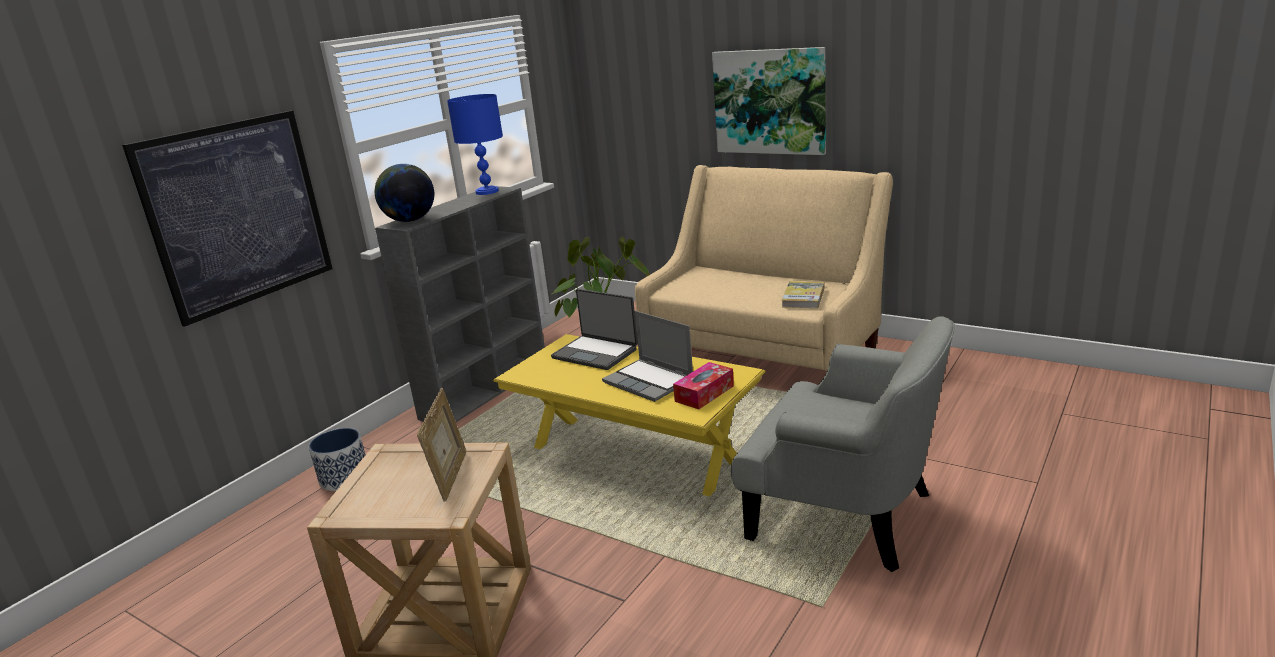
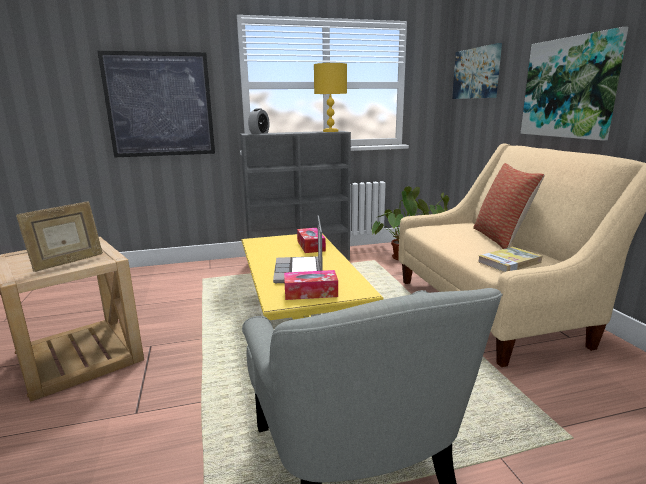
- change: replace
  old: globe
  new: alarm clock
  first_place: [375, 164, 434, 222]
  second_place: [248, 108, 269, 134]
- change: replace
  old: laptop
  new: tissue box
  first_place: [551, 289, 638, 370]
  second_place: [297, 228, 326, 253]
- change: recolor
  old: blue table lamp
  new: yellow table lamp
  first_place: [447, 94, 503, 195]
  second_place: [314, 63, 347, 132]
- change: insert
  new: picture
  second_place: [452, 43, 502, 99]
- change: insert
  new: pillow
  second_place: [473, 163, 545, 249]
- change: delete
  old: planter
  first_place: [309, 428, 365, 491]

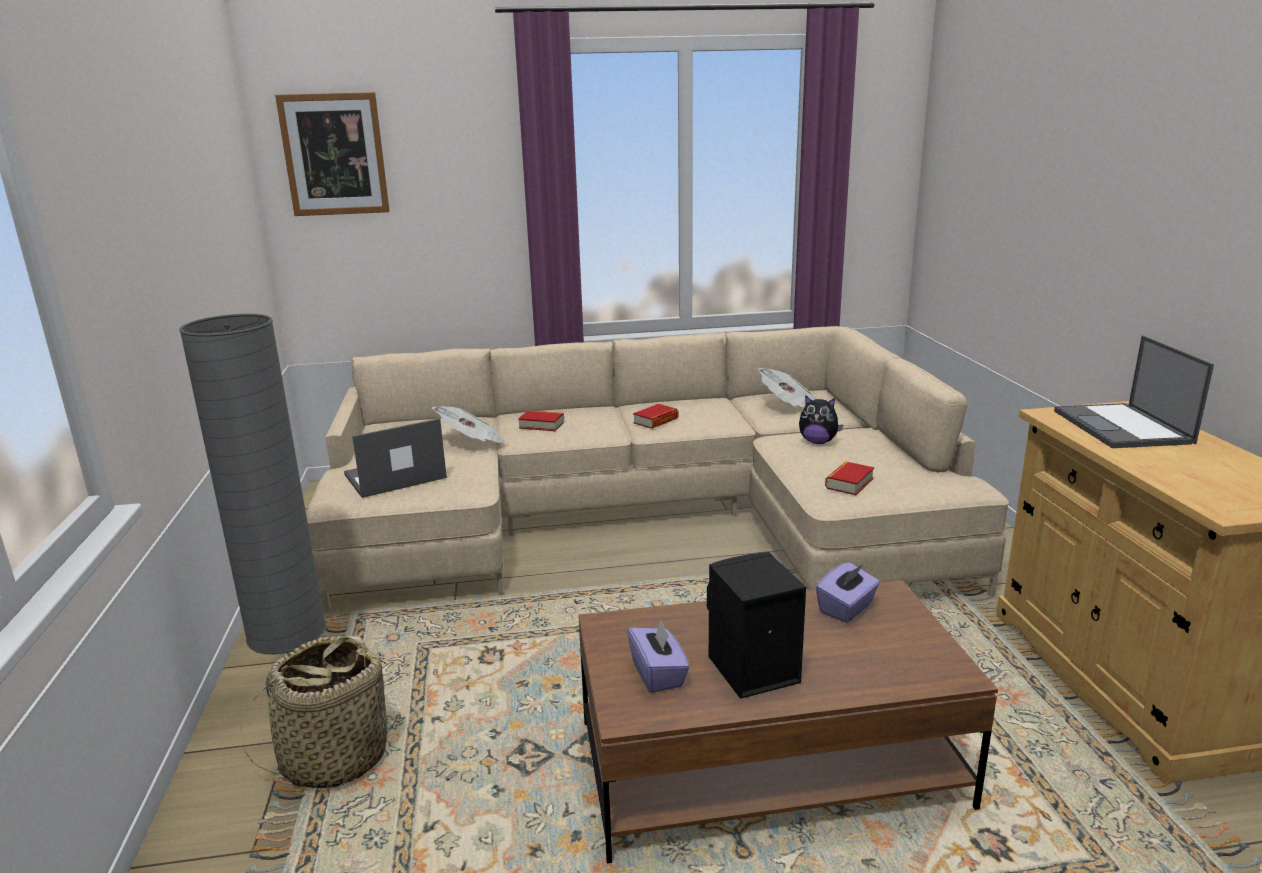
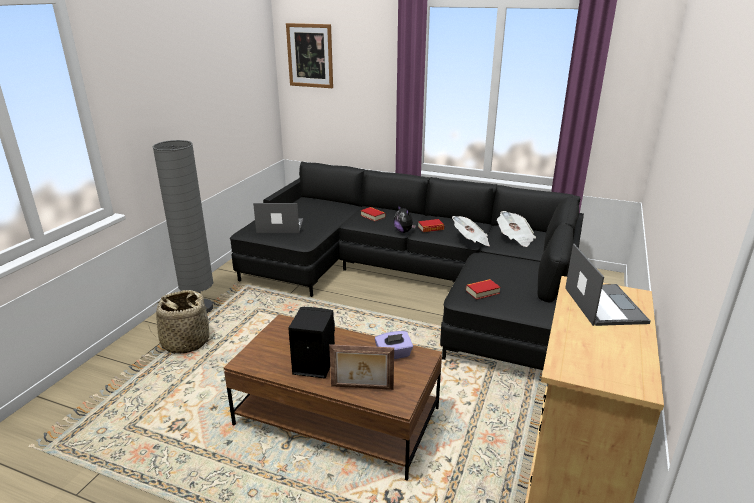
- change: recolor
  old: beige sofa
  new: black sofa
  first_place: [306, 326, 1009, 611]
  second_place: [230, 162, 584, 370]
- change: insert
  new: picture frame
  second_place: [329, 344, 394, 390]
- change: move
  old: plush toy
  first_place: [799, 395, 843, 444]
  second_place: [394, 205, 416, 233]
- change: move
  old: newspaper
  first_place: [432, 406, 507, 444]
  second_place: [452, 216, 489, 246]
- change: rotate
  old: laptop
  first_place: [1054, 335, 1214, 448]
  second_place: [565, 244, 650, 326]
  degrees: 150
- change: delete
  old: purple tissue box
  first_place: [627, 620, 690, 693]

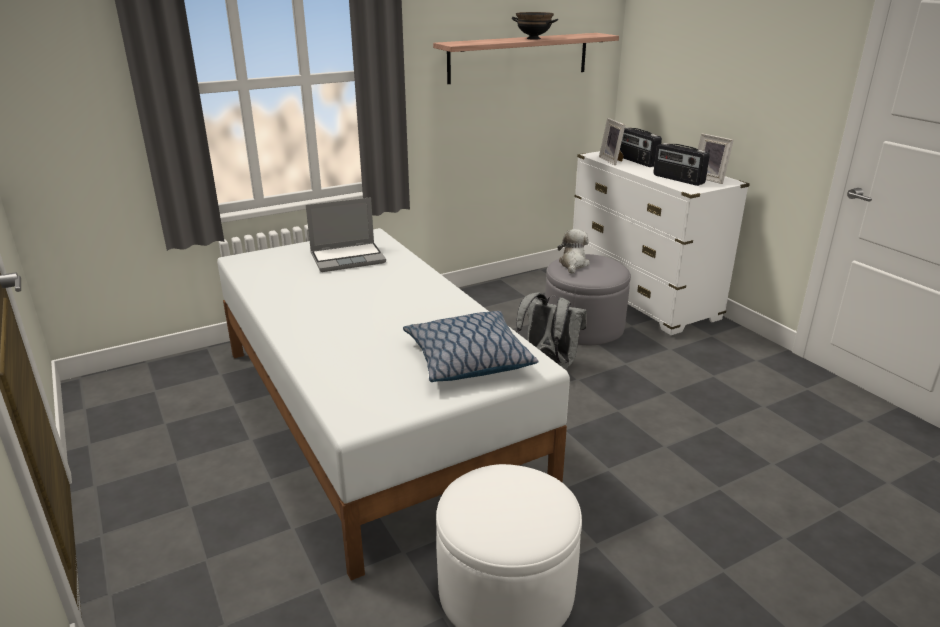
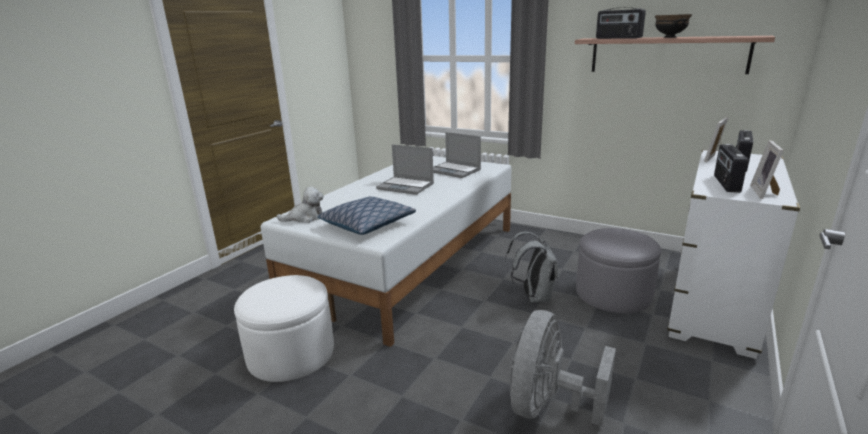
- change: move
  old: plush toy
  first_place: [558, 229, 590, 274]
  second_place: [276, 187, 324, 223]
- change: insert
  new: laptop
  second_place: [376, 144, 434, 195]
- change: insert
  new: grey fan
  second_place: [510, 310, 616, 426]
- change: insert
  new: radio
  second_place: [596, 7, 646, 39]

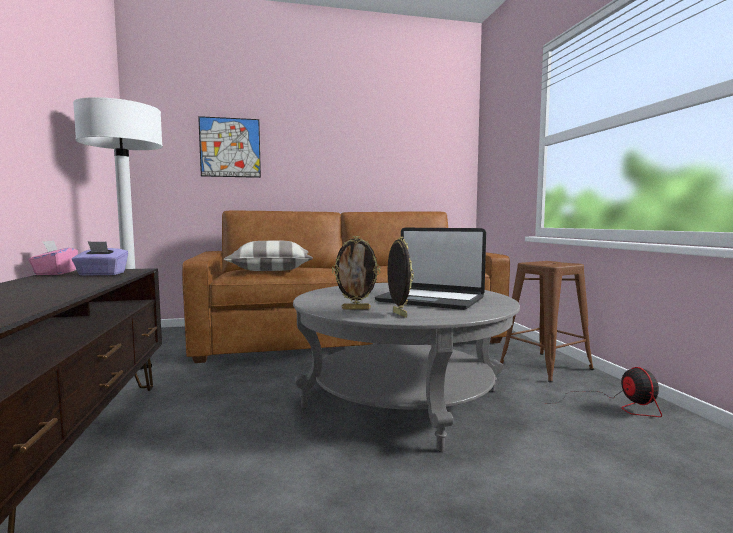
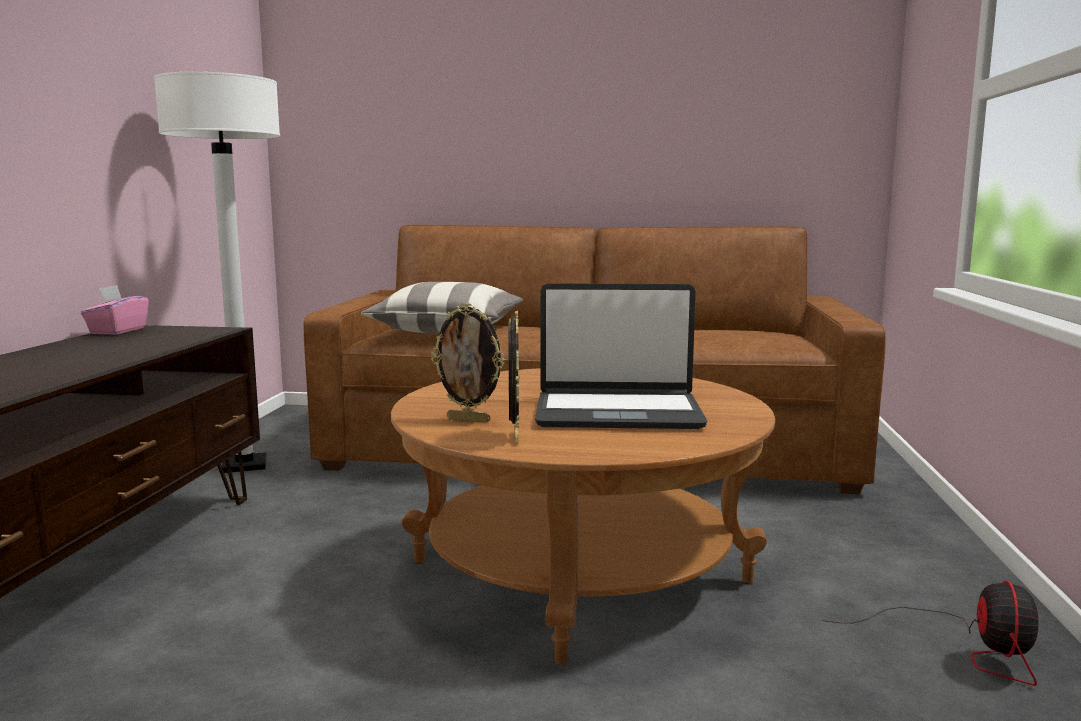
- change: recolor
  old: grey coffee table
  new: brown coffee table
  first_place: [293, 283, 520, 452]
  second_place: [391, 368, 775, 665]
- change: rotate
  old: laptop
  first_place: [375, 228, 486, 310]
  second_place: [535, 283, 708, 429]
  degrees: -45
- change: delete
  old: purple tissue box
  first_place: [72, 241, 128, 276]
- change: delete
  old: picture
  first_place: [198, 116, 261, 178]
- change: delete
  old: brown stool
  first_place: [500, 261, 594, 382]

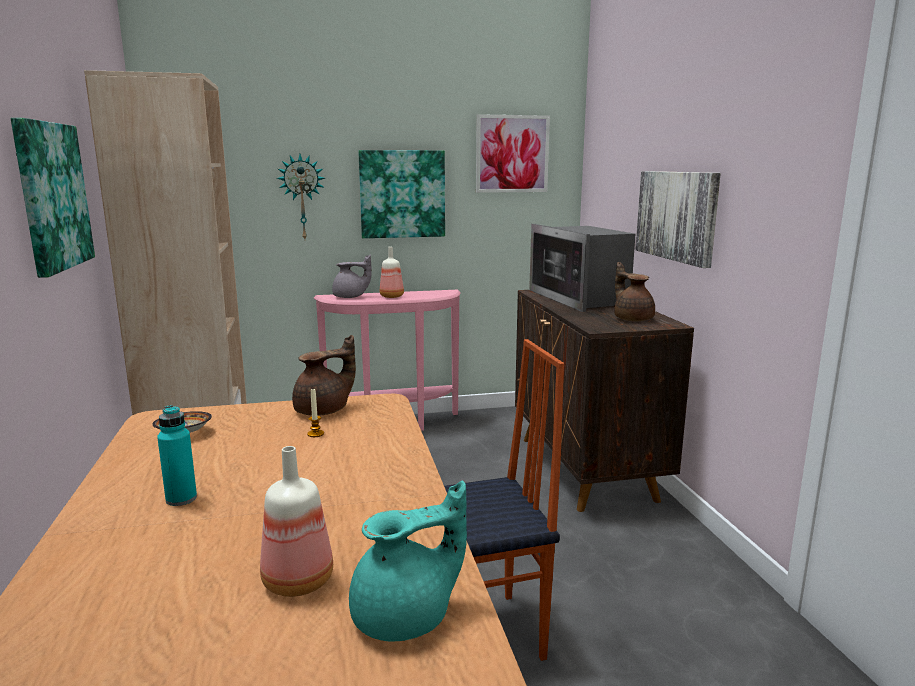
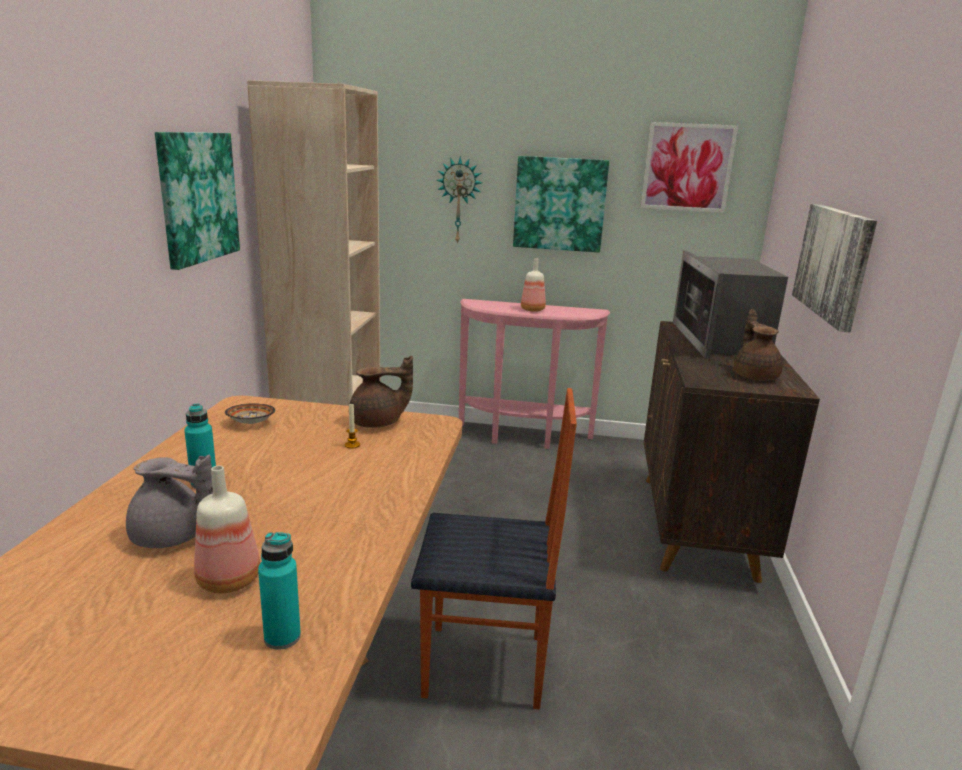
- change: move
  old: grey teapot
  first_place: [332, 255, 371, 298]
  second_place: [126, 455, 213, 548]
- change: replace
  old: turquoise teapot
  new: turquoise bottle
  first_place: [349, 481, 467, 642]
  second_place: [258, 532, 301, 650]

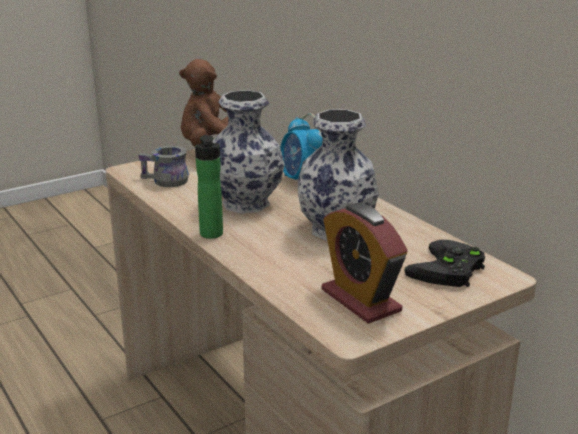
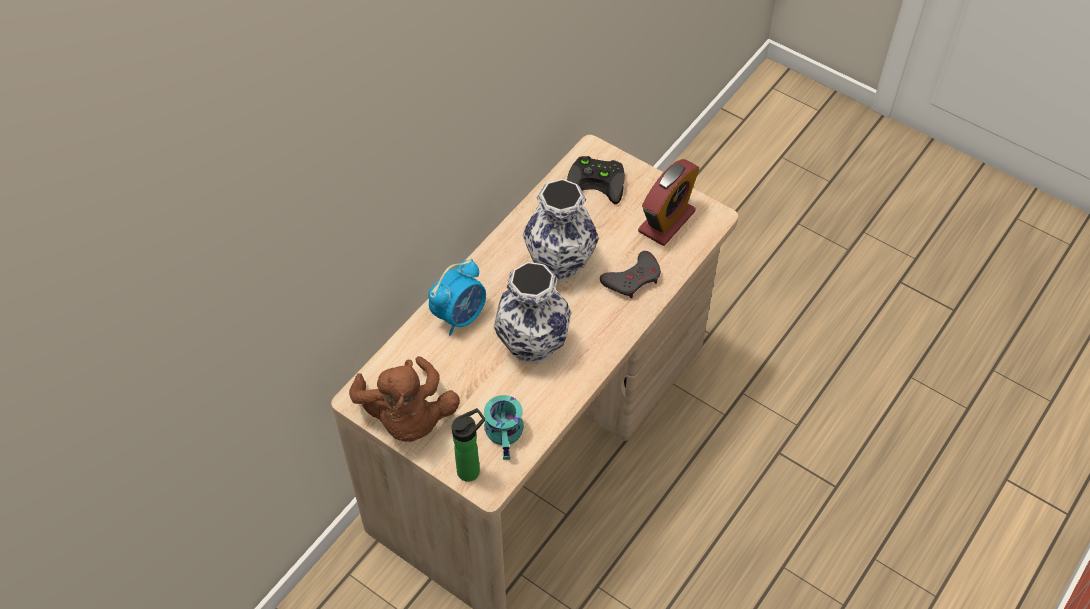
- change: move
  old: bottle
  first_place: [195, 135, 223, 239]
  second_place: [452, 408, 485, 482]
- change: recolor
  old: grey mug
  new: turquoise mug
  first_place: [138, 146, 189, 187]
  second_place: [484, 395, 524, 460]
- change: insert
  new: grey game controller
  second_place: [600, 251, 661, 298]

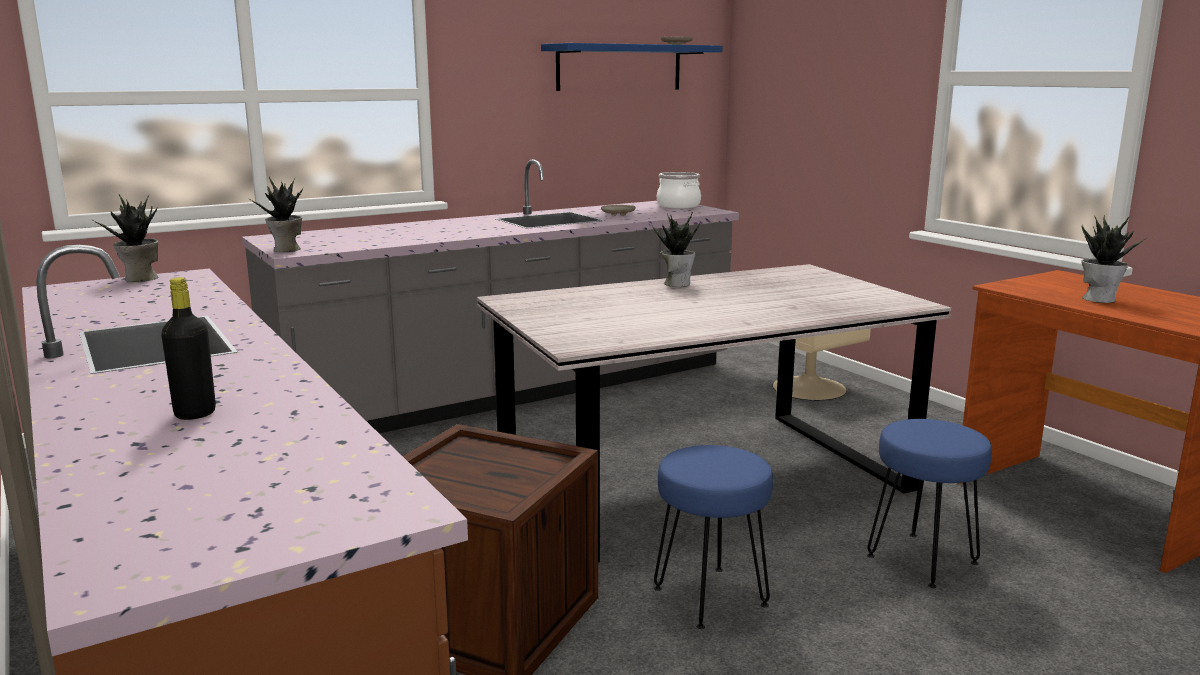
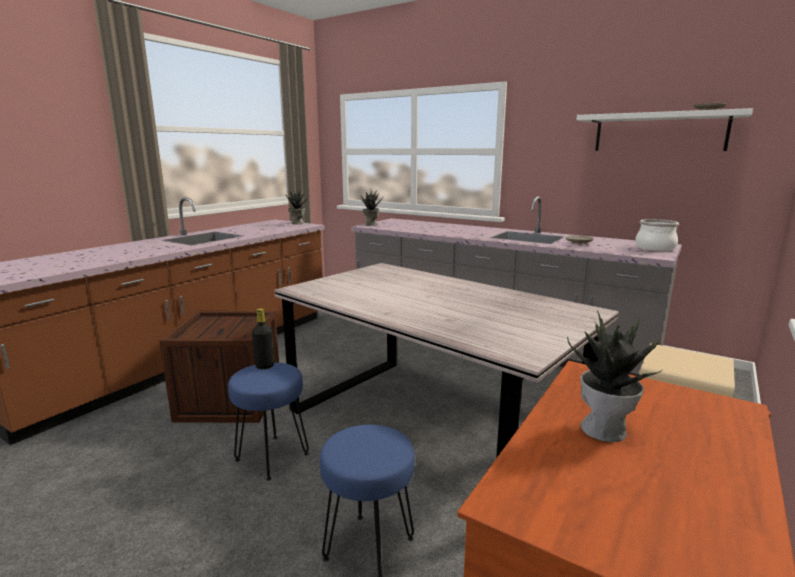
- change: move
  old: black bottle
  first_place: [161, 277, 216, 420]
  second_place: [252, 308, 274, 369]
- change: recolor
  old: blue shelf
  new: white shelf
  first_place: [541, 43, 723, 91]
  second_place: [577, 108, 753, 151]
- change: delete
  old: potted plant
  first_place: [651, 212, 700, 287]

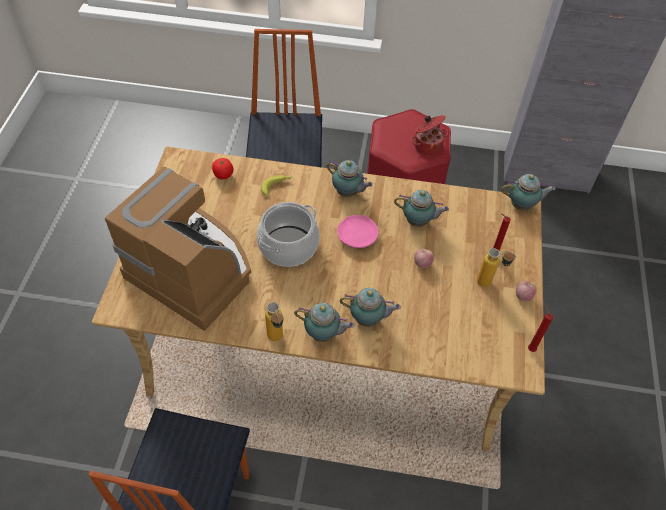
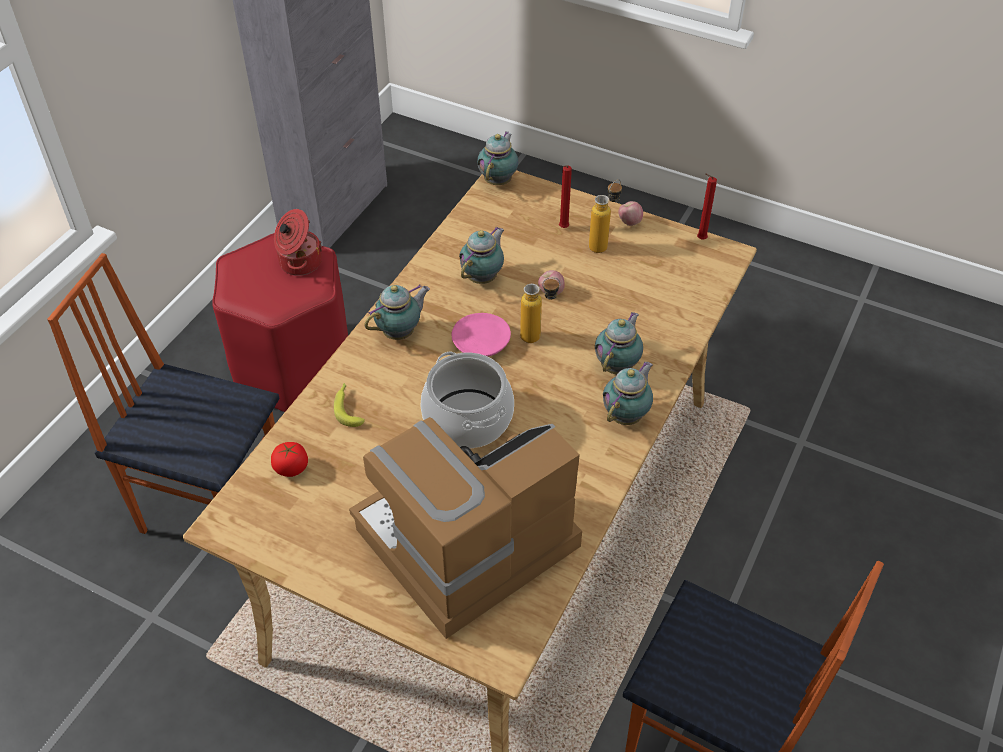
- change: move
  old: bottle
  first_place: [265, 302, 284, 341]
  second_place: [520, 277, 560, 343]

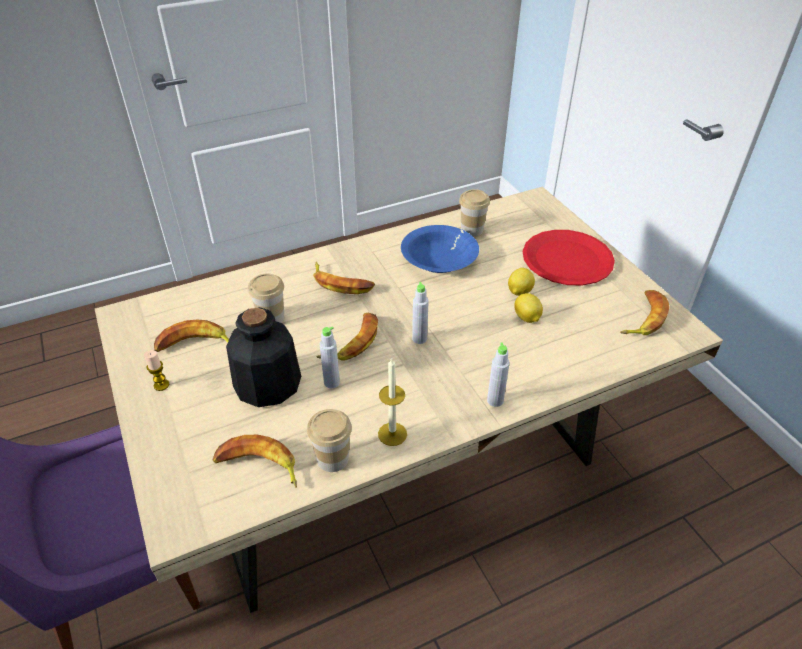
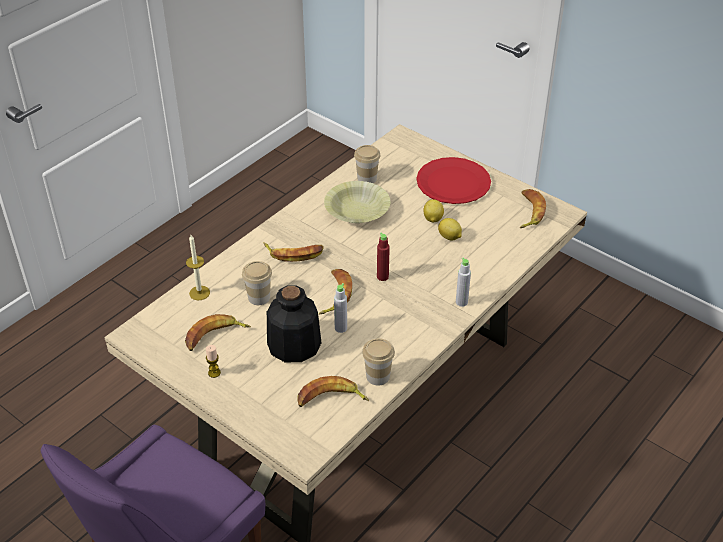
- change: move
  old: candle
  first_place: [378, 357, 407, 446]
  second_place: [186, 235, 210, 300]
- change: recolor
  old: blue bowl
  new: yellow bowl
  first_place: [401, 225, 479, 273]
  second_place: [324, 181, 390, 223]
- change: recolor
  old: grey bottle
  new: red bottle
  first_place: [412, 282, 429, 344]
  second_place: [377, 233, 390, 281]

